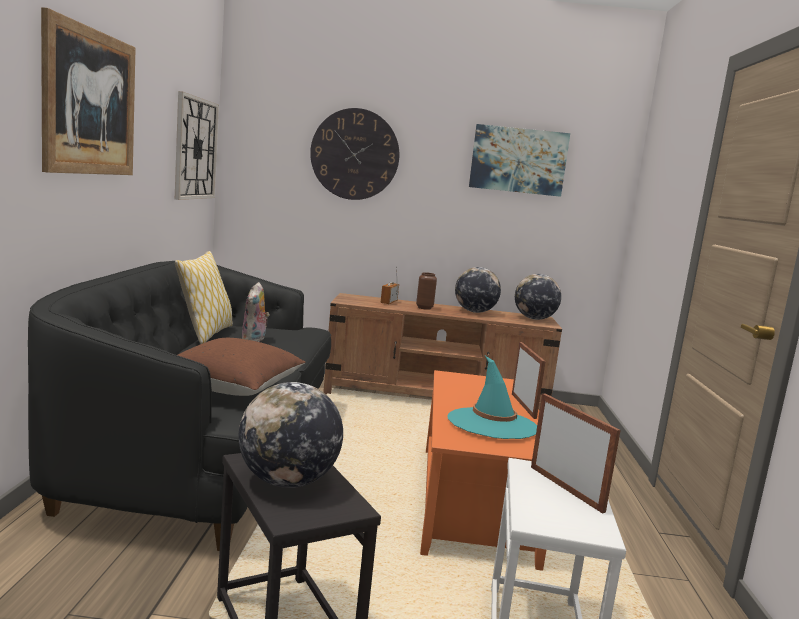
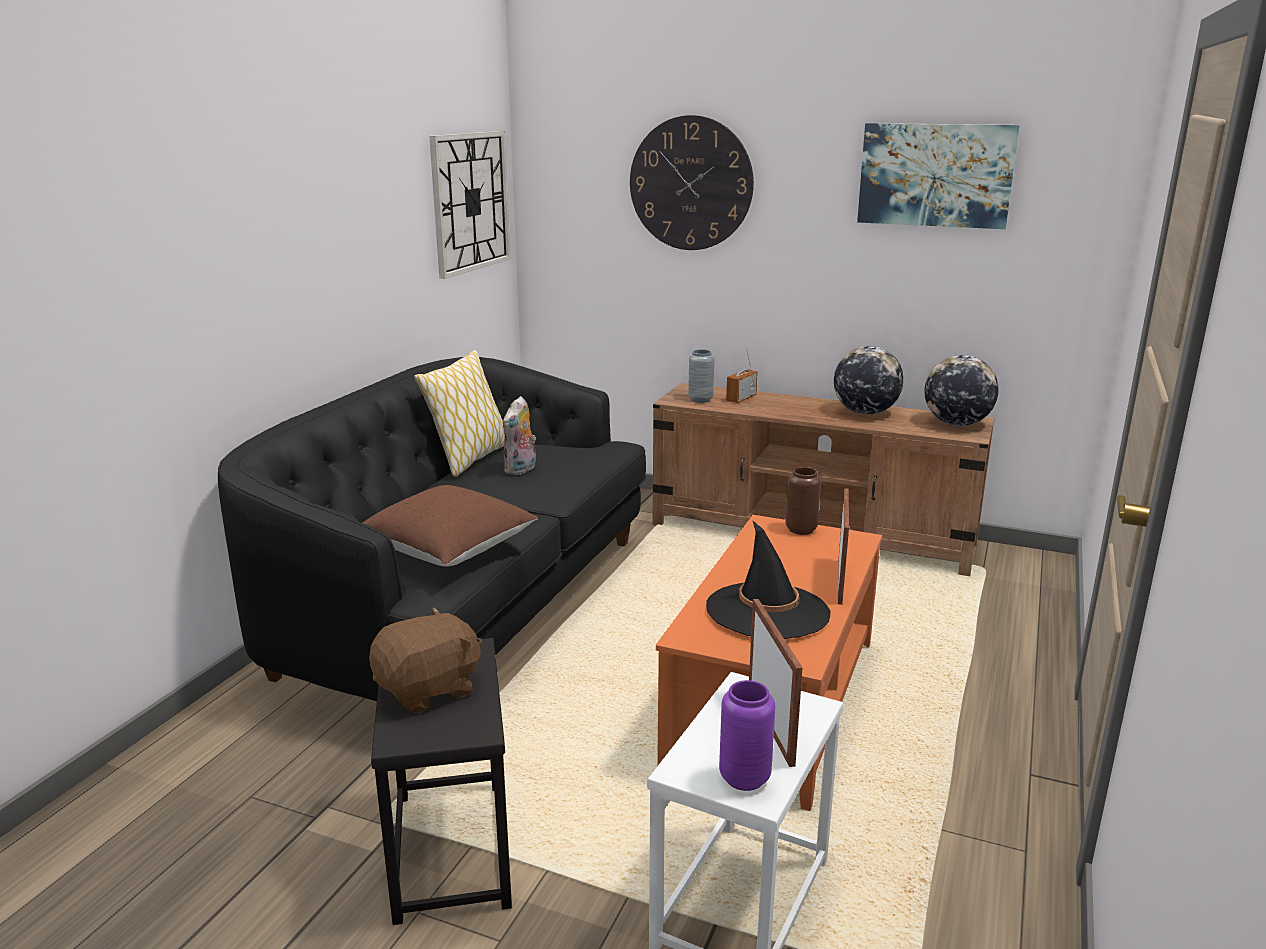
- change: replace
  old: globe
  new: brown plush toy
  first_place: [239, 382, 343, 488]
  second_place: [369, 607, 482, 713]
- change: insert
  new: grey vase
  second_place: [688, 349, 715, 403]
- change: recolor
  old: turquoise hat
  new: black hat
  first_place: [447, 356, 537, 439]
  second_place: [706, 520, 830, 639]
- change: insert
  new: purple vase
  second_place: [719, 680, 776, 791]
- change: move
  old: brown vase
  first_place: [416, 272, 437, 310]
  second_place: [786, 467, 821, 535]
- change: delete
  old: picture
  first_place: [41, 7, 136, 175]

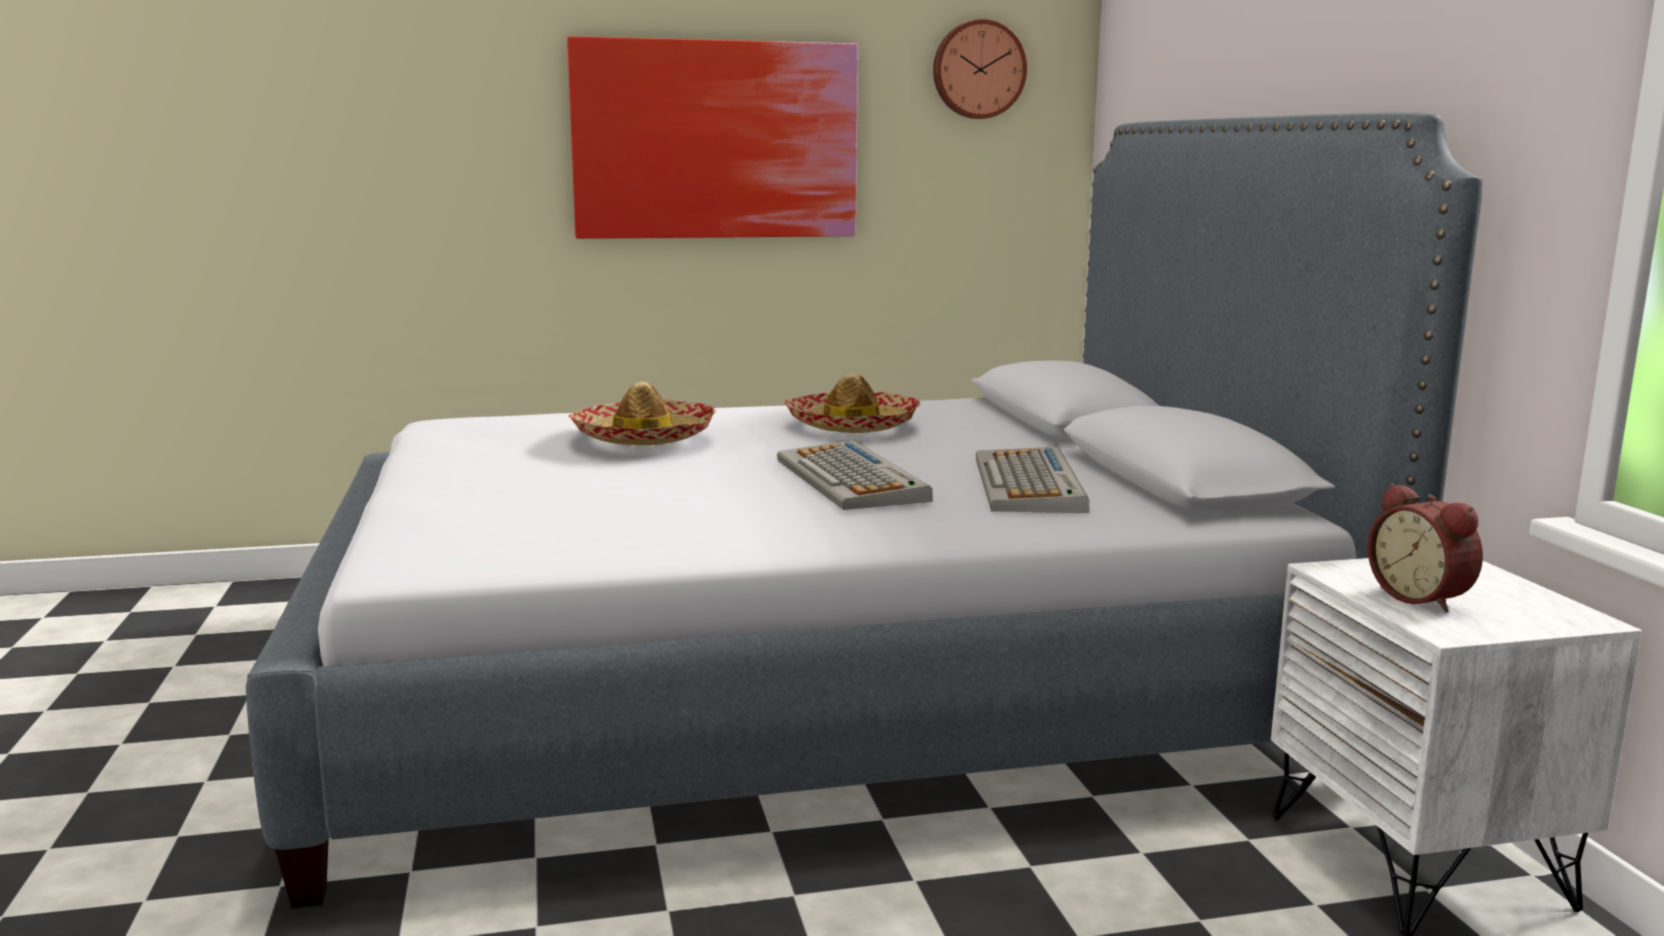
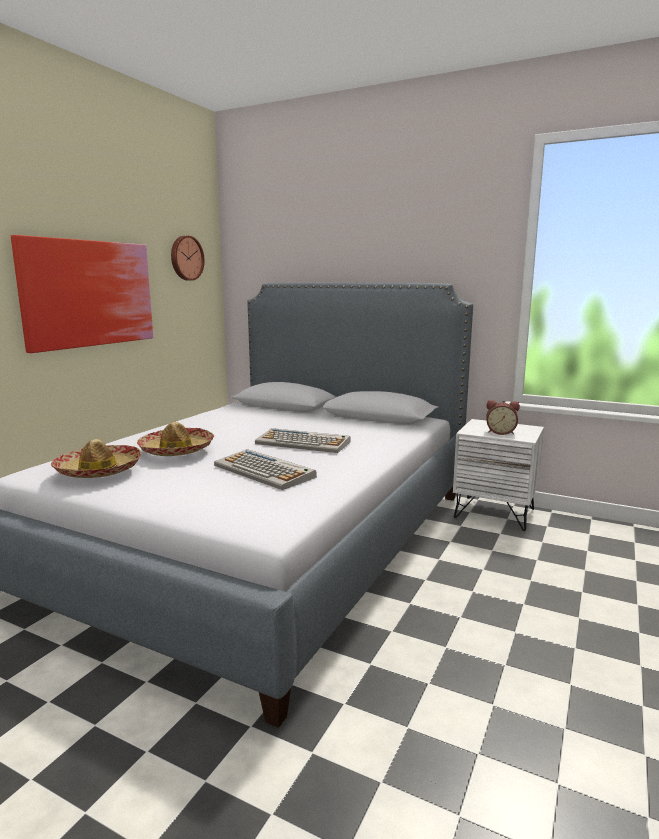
- change: move
  old: hat
  first_place: [784, 373, 920, 433]
  second_place: [51, 439, 141, 478]
- change: move
  old: keyboard
  first_place: [976, 447, 1089, 513]
  second_place: [214, 449, 317, 490]

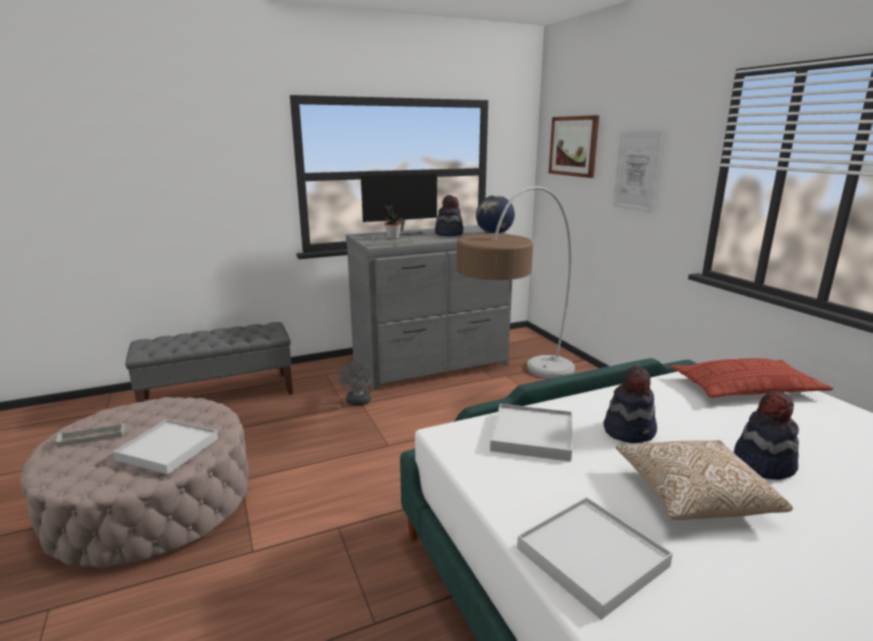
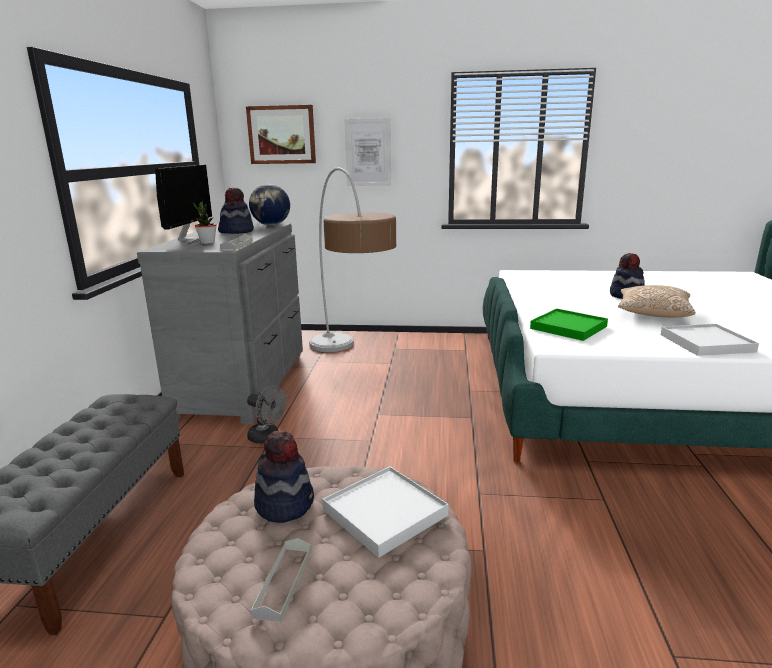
- change: move
  old: hat
  first_place: [604, 366, 657, 443]
  second_place: [254, 430, 314, 523]
- change: recolor
  old: white tray
  new: green tray
  first_place: [490, 404, 572, 461]
  second_place: [530, 309, 608, 341]
- change: delete
  old: pillow
  first_place: [670, 358, 833, 397]

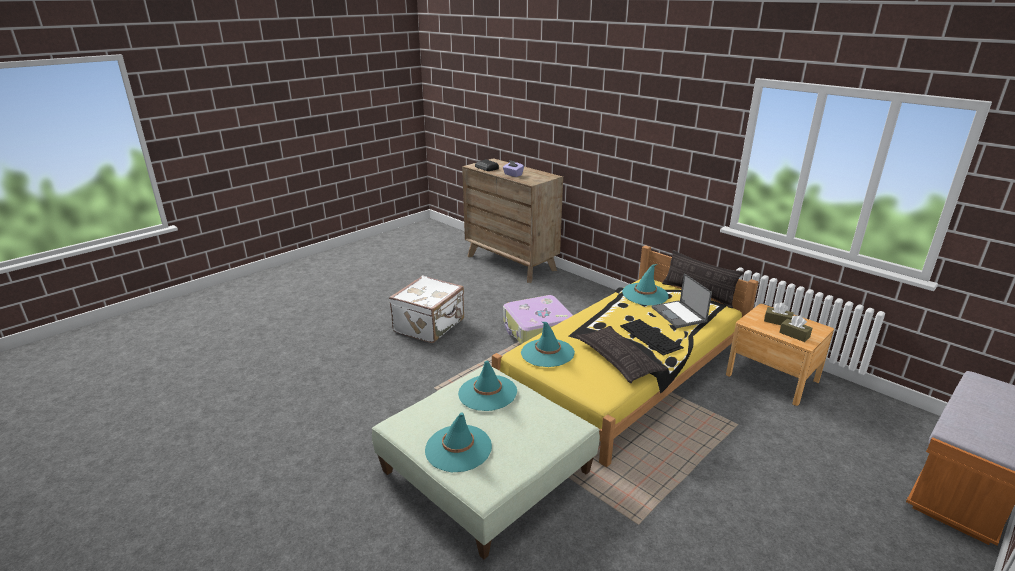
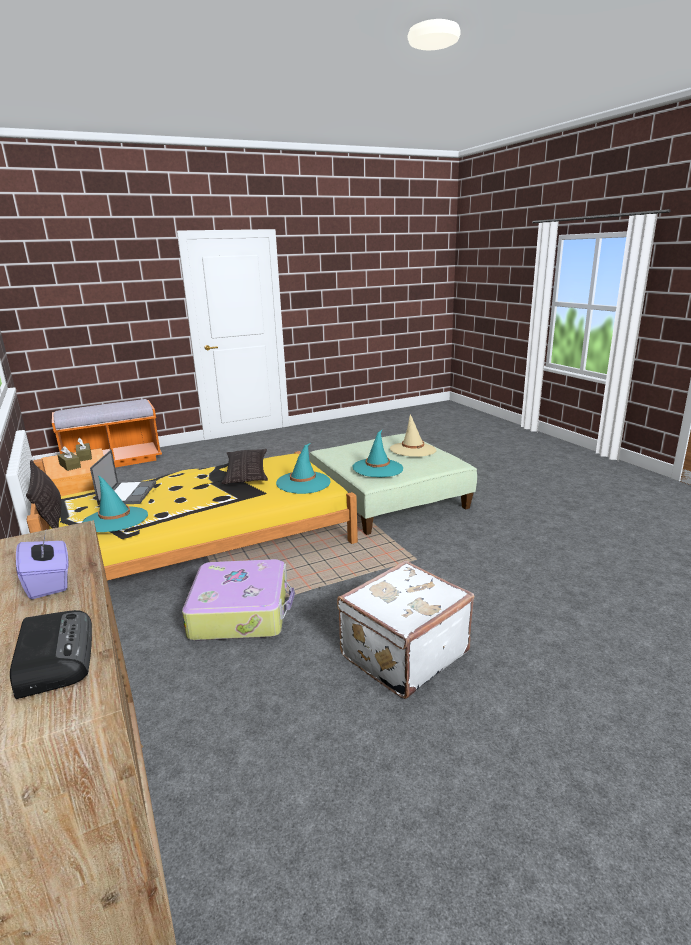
- change: recolor
  old: turquoise hat
  new: beige hat
  first_place: [425, 413, 492, 472]
  second_place: [390, 415, 437, 457]
- change: delete
  old: keyboard
  first_place: [620, 319, 684, 356]

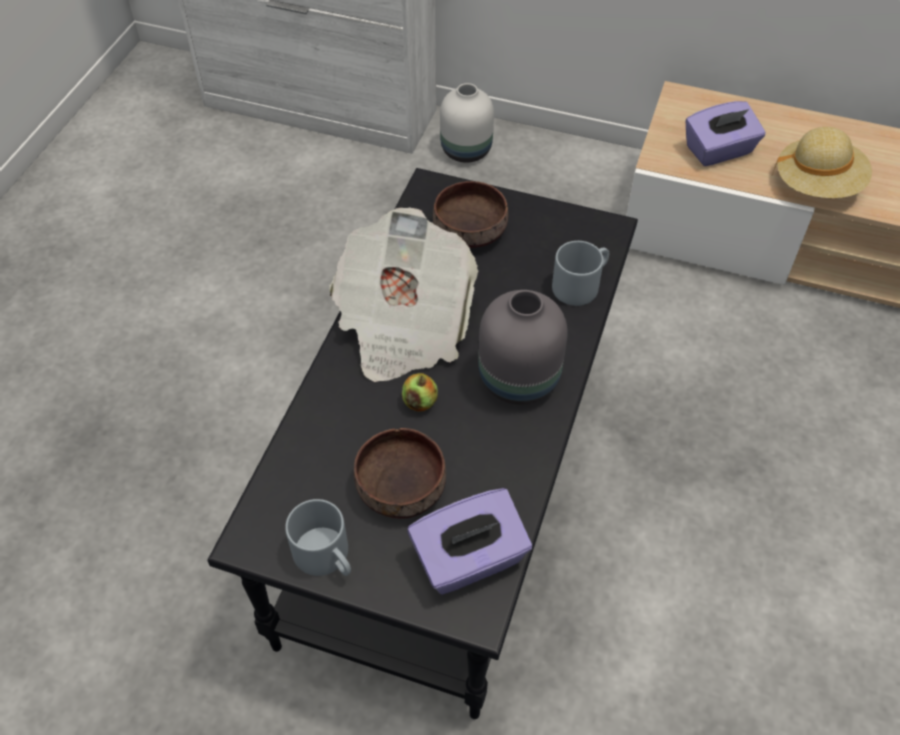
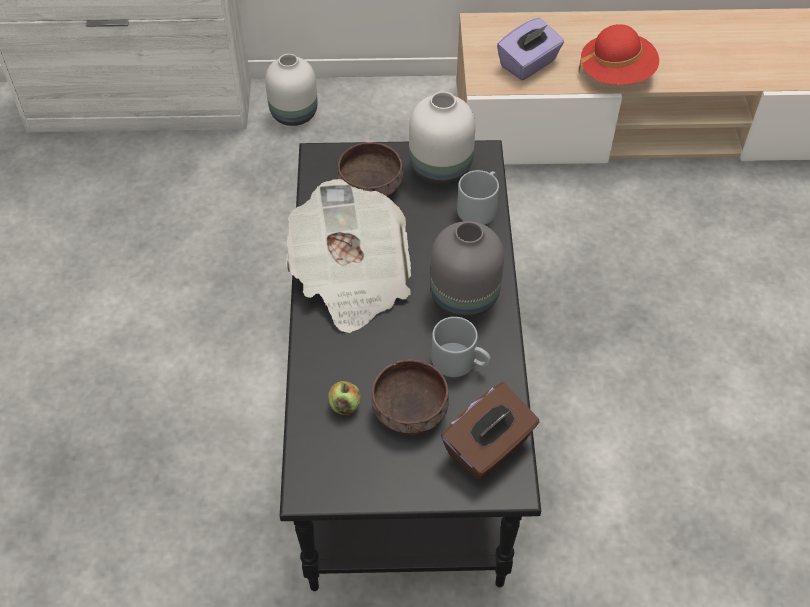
- change: move
  old: apple
  first_place: [402, 373, 438, 411]
  second_place: [328, 381, 361, 415]
- change: insert
  new: white vase
  second_place: [409, 91, 476, 184]
- change: move
  old: grey mug
  first_place: [285, 499, 351, 576]
  second_place: [432, 317, 491, 377]
- change: recolor
  old: purple tissue box
  new: brown tissue box
  first_place: [408, 488, 532, 595]
  second_place: [441, 382, 540, 481]
- change: recolor
  old: beige hat
  new: red hat
  first_place: [772, 127, 872, 198]
  second_place: [578, 24, 659, 85]

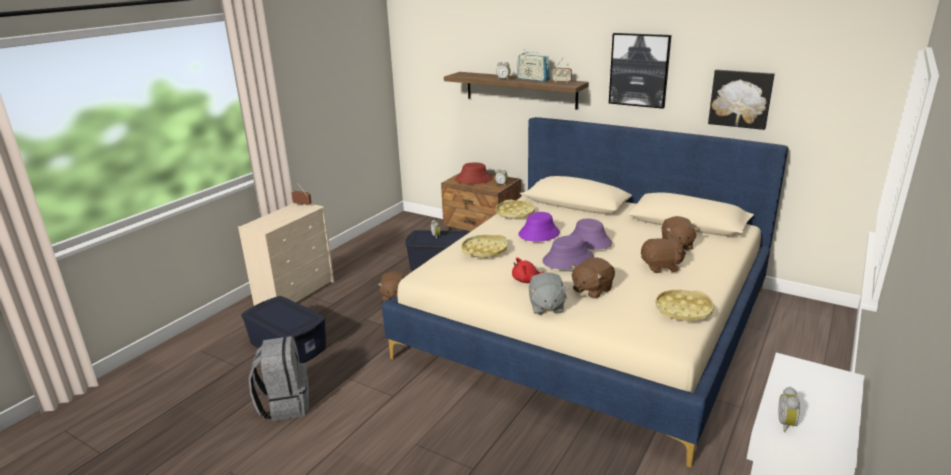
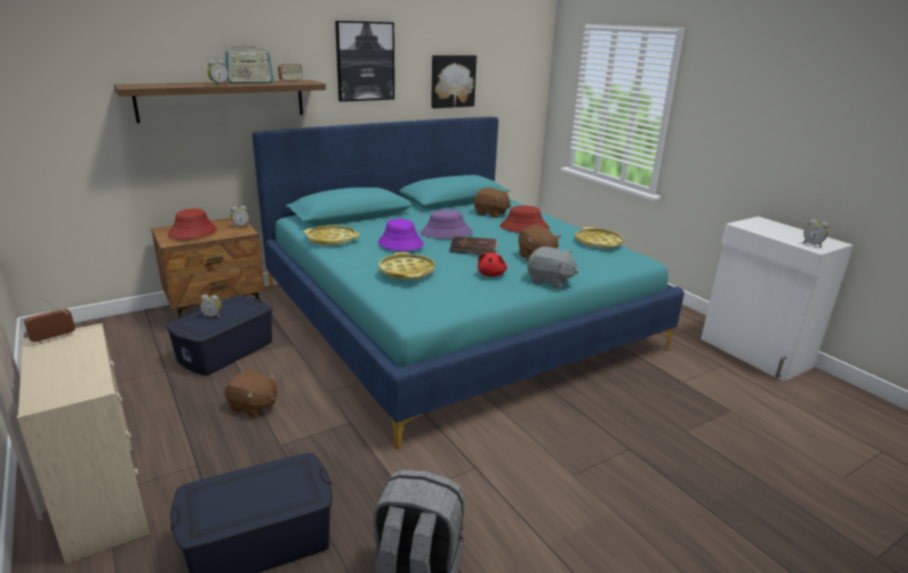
- change: recolor
  old: beige bed
  new: turquoise bed
  first_place: [382, 117, 789, 468]
  second_place: [252, 117, 684, 449]
- change: replace
  old: purple hat
  new: brown book
  first_place: [543, 235, 594, 269]
  second_place: [449, 236, 498, 254]
- change: replace
  old: brown plush toy
  new: red hat
  first_place: [641, 237, 686, 273]
  second_place: [500, 205, 549, 233]

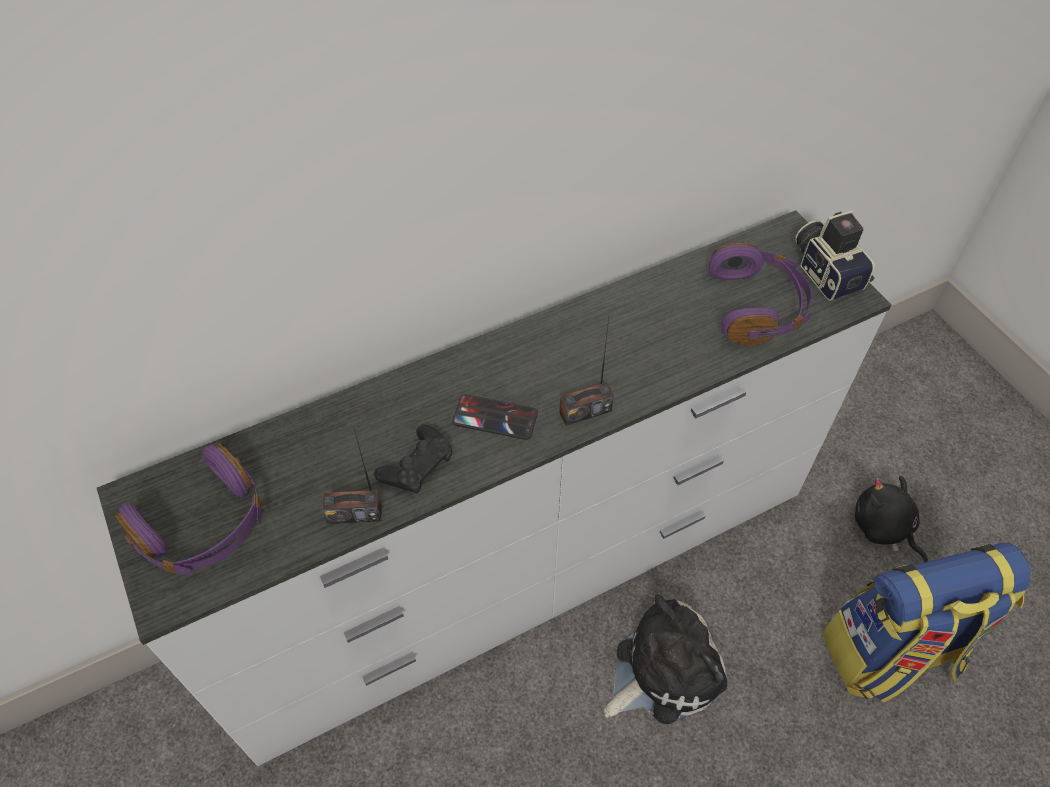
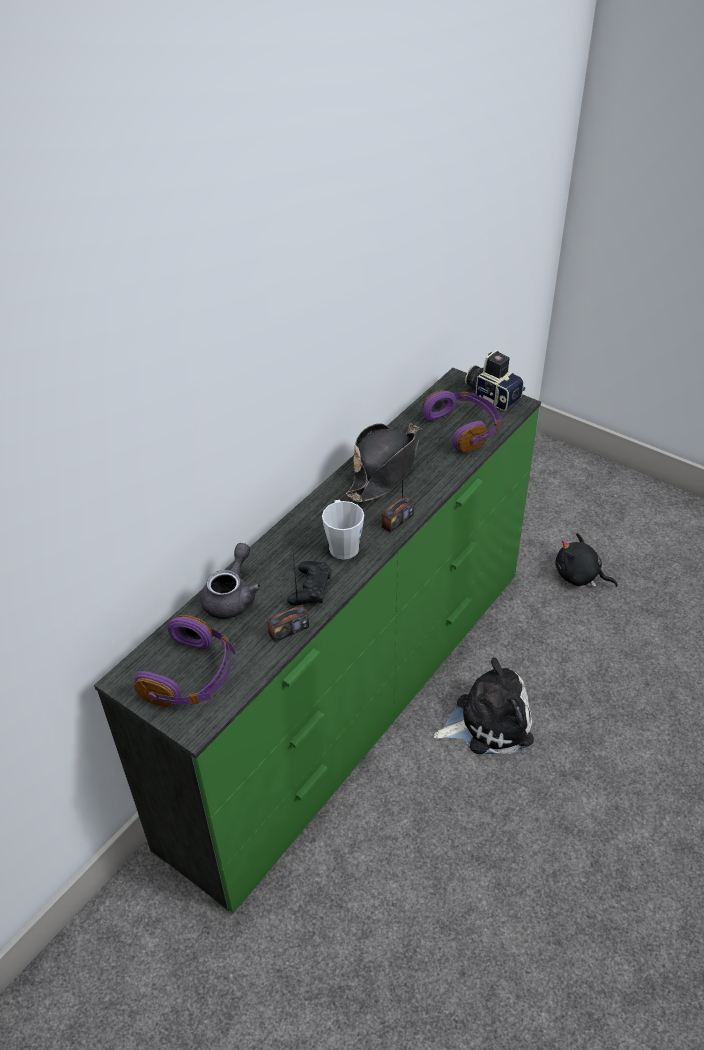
- change: recolor
  old: white dresser
  new: green dresser
  first_place: [97, 210, 891, 766]
  second_place: [94, 367, 541, 914]
- change: insert
  new: grey teapot
  second_place: [200, 543, 261, 619]
- change: replace
  old: phone
  new: grey mug
  first_place: [452, 394, 538, 440]
  second_place: [322, 500, 364, 560]
- change: insert
  new: black hat
  second_place: [346, 423, 422, 502]
- change: rotate
  old: plush toy
  first_place: [604, 594, 727, 724]
  second_place: [434, 657, 534, 754]
  degrees: 45
- change: delete
  old: backpack
  first_place: [822, 542, 1031, 702]

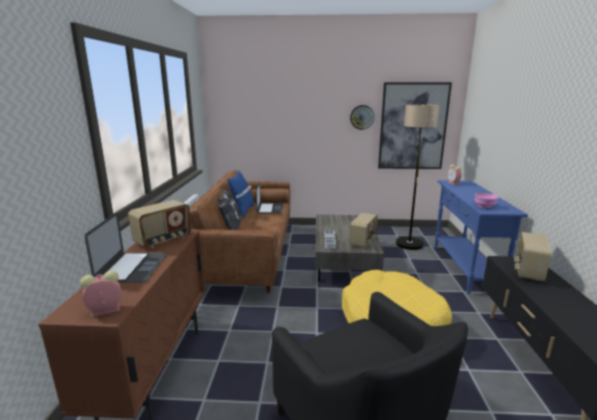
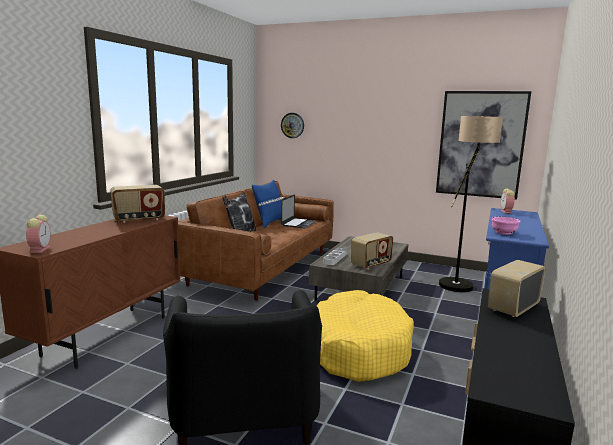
- change: rotate
  old: alarm clock
  first_place: [80, 271, 121, 318]
  second_place: [26, 215, 51, 253]
  degrees: 90
- change: move
  old: wall clock
  first_place: [350, 105, 374, 130]
  second_place: [281, 113, 304, 138]
- change: delete
  old: laptop
  first_place: [85, 212, 167, 283]

